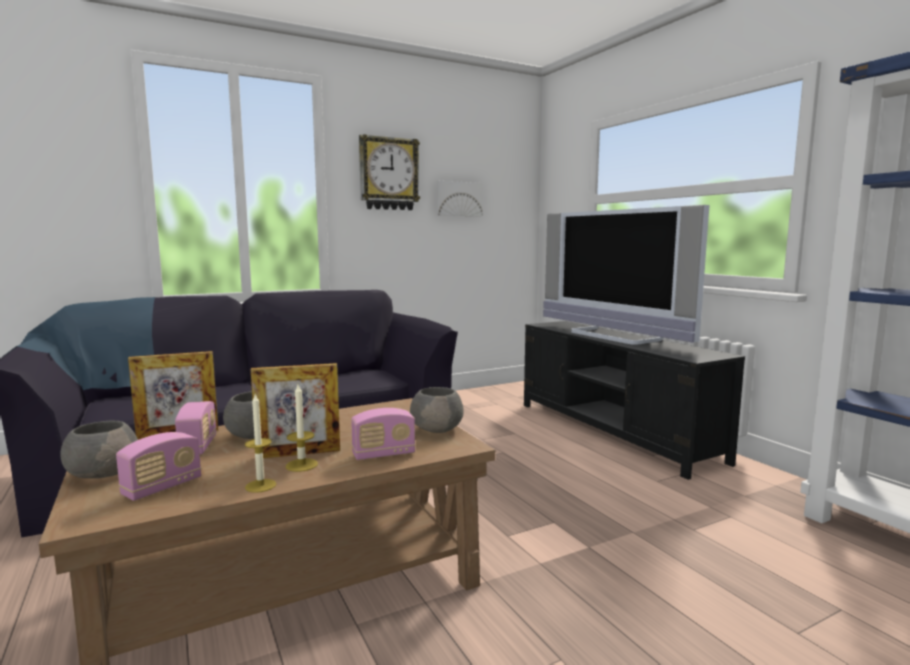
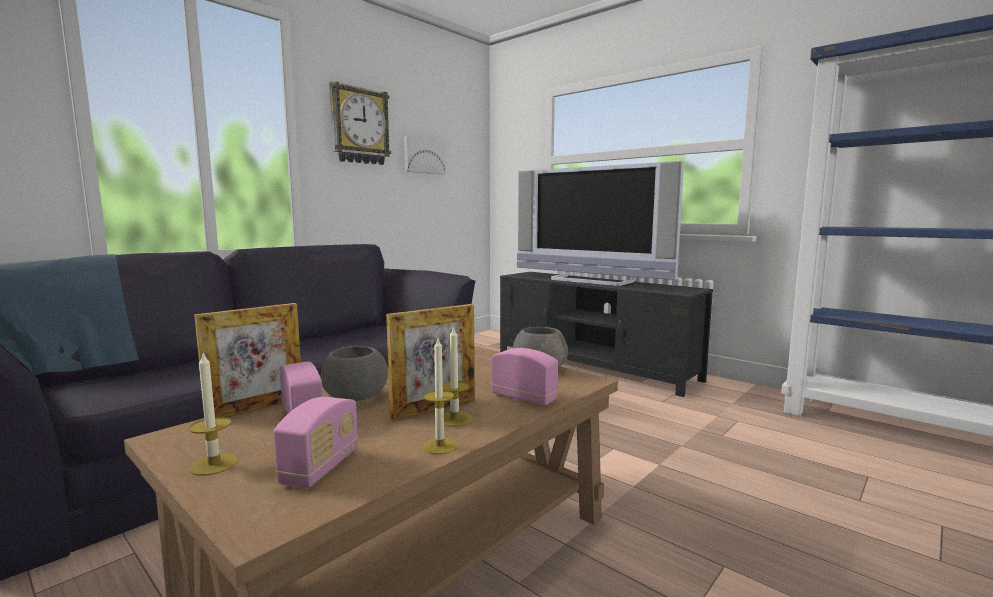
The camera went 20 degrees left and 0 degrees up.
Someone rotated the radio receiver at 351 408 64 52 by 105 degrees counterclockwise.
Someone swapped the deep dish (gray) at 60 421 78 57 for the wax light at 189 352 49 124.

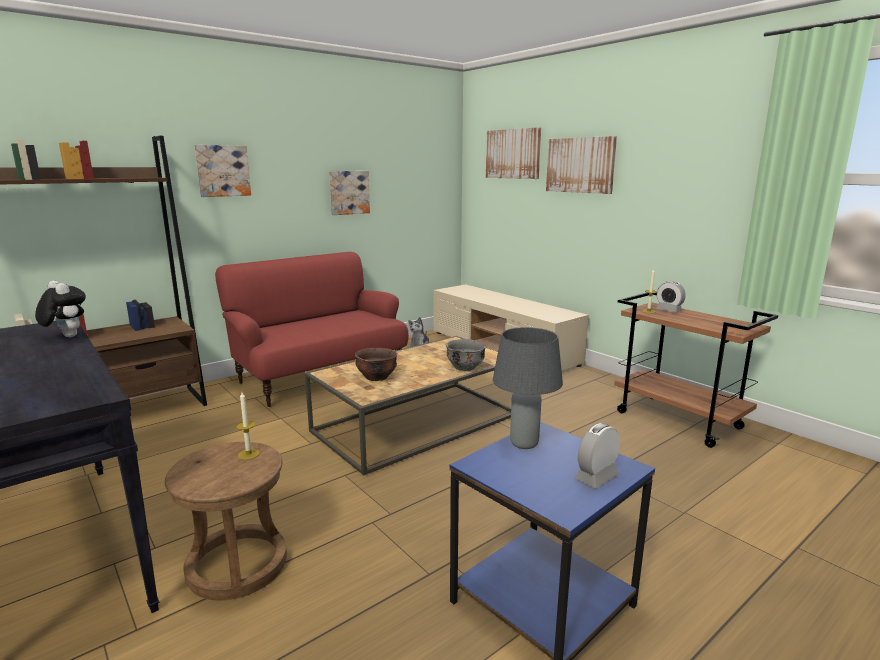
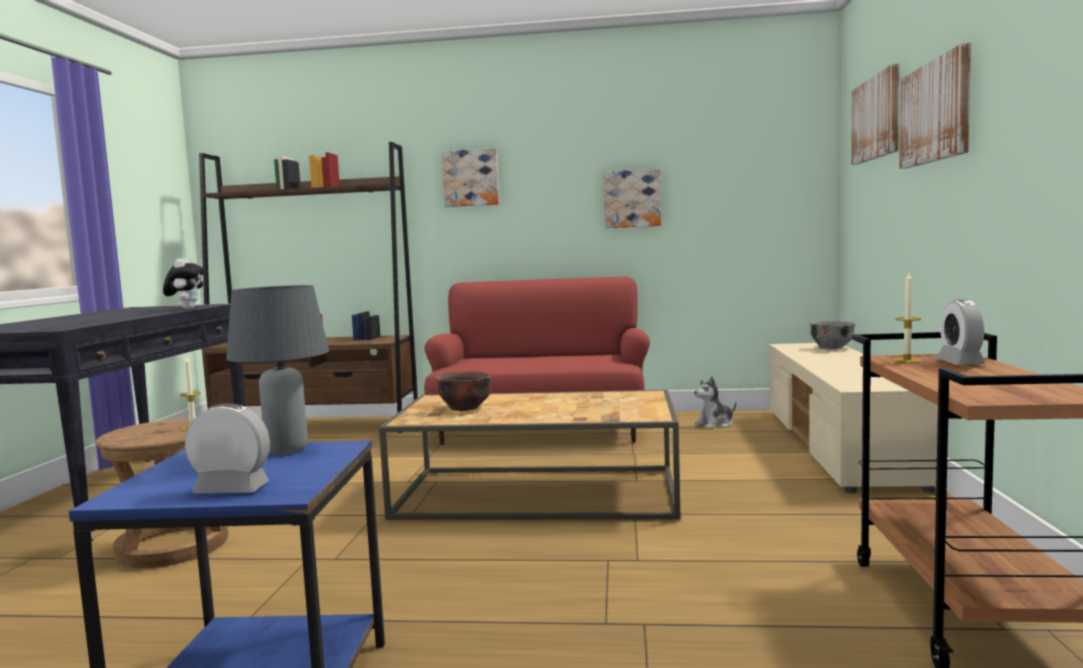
The camera went 45 degrees right and 10 degrees down.
Someone carried the deep dish (gray) from 446 339 40 32 to 810 321 45 28.

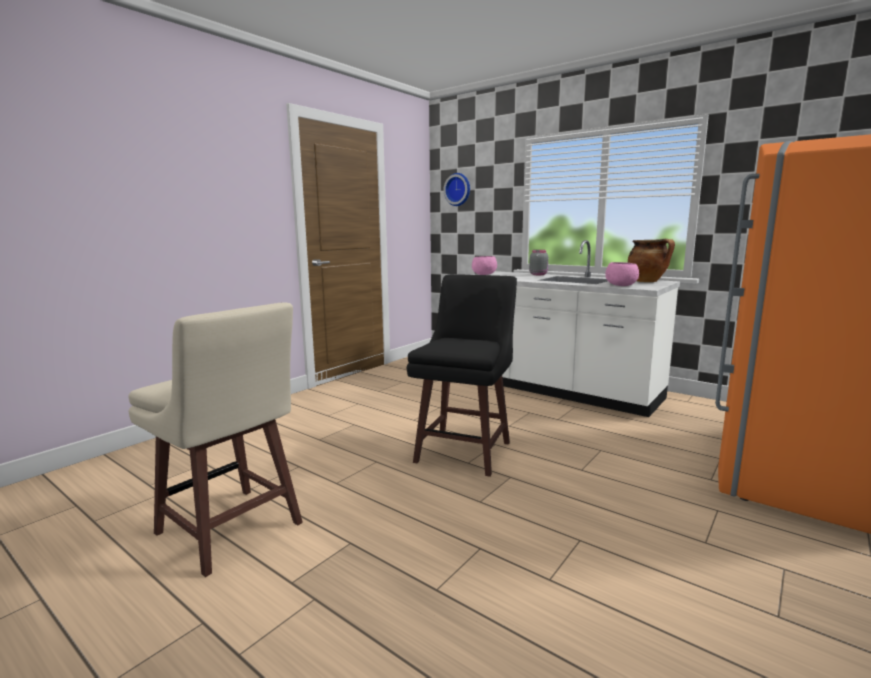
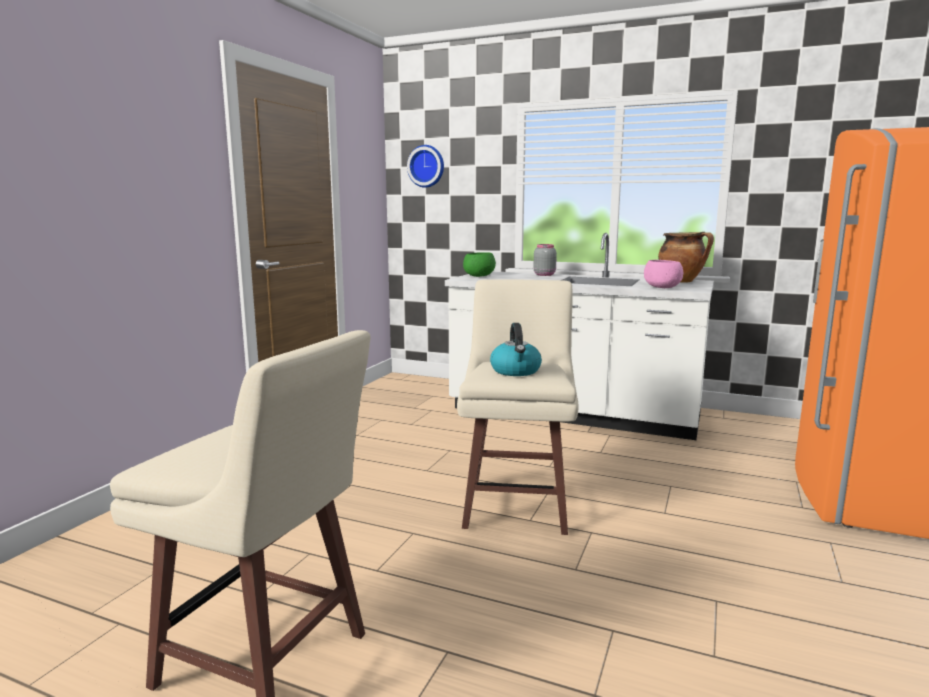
The camera went 15 degrees left and 0 degrees up.
Someone repainted the deep dish (pink) at 472 256 25 19, which became the deep dish (green) at 463 252 33 25.
Someone repainted the stool seat (black-coloured) at 407 274 110 203, which became the stool seat (beige-coloured) at 457 279 121 256.
Someone put down the kettle at 490 323 52 53.

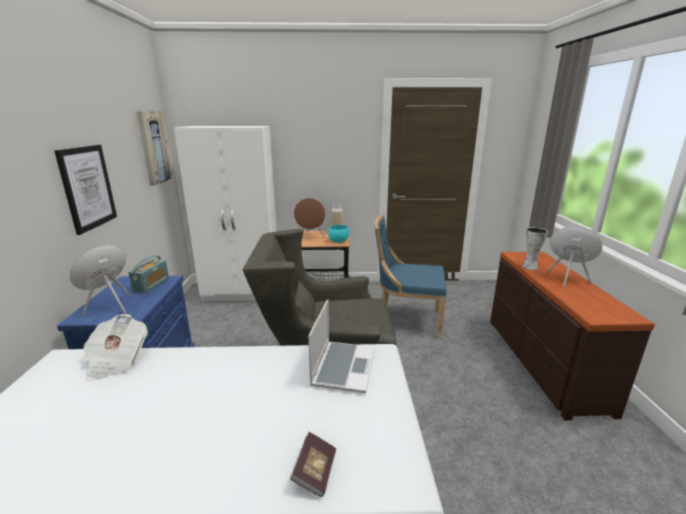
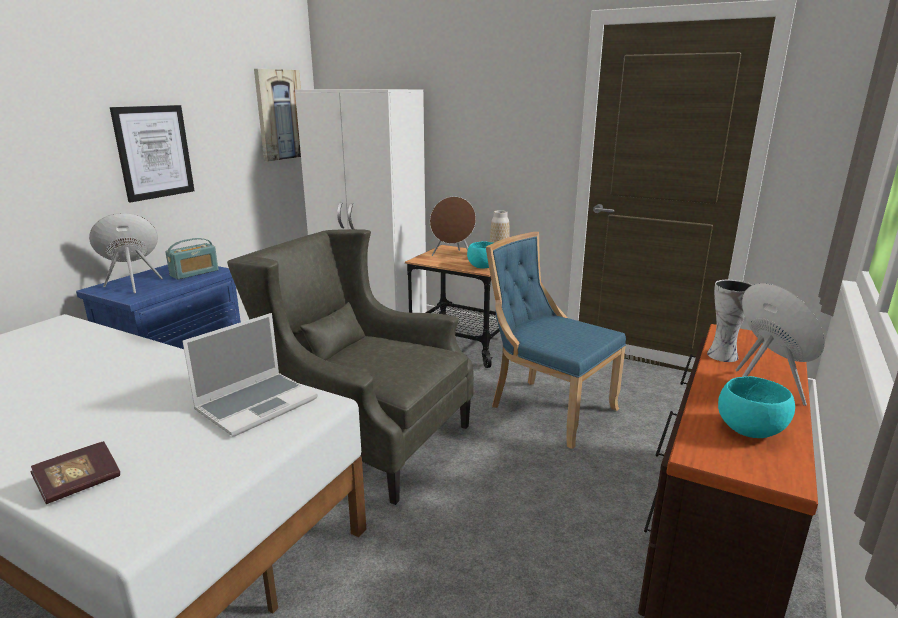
The camera went 30 degrees right and 0 degrees up.
Someone took away the newspaper at 82 314 66 67.
Someone put down the deep dish (blue-green) at 718 376 77 62.

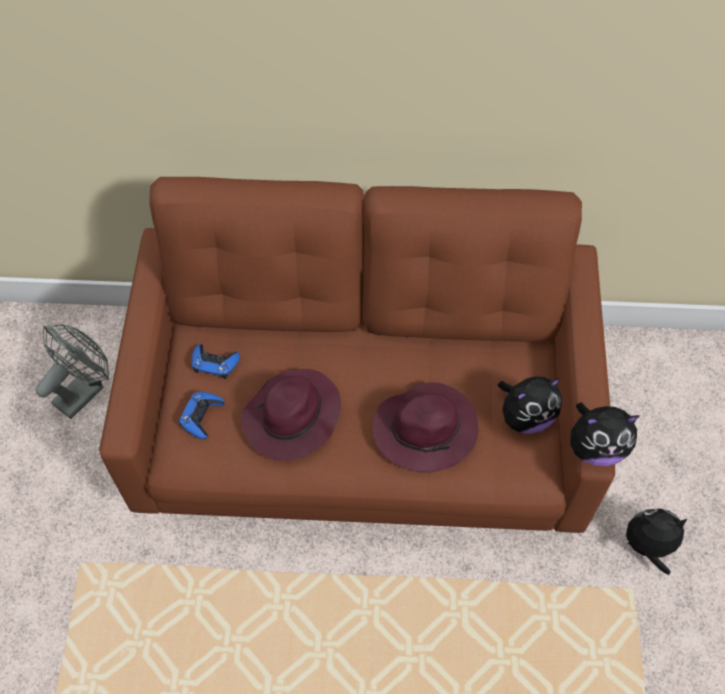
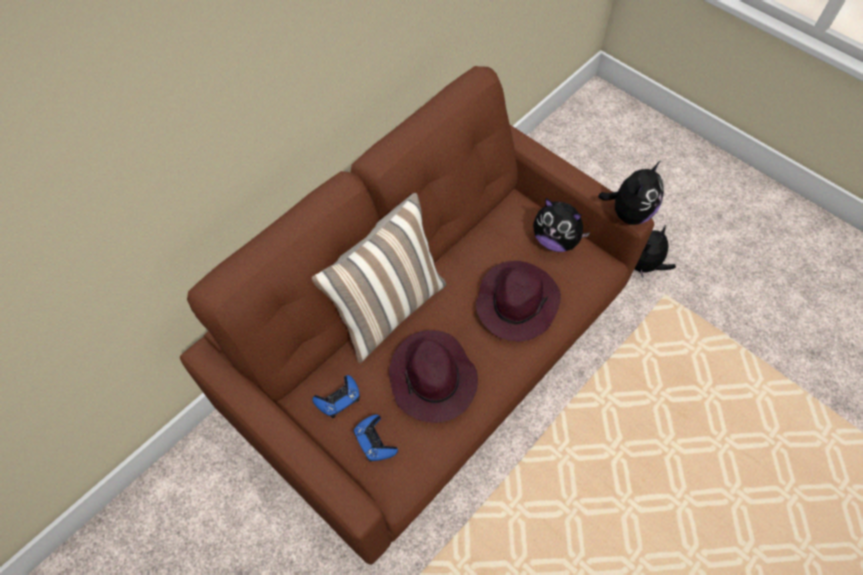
The camera went 50 degrees left and 0 degrees up.
Someone took away the fan (gray) at 35 324 74 95.
Someone rotated the cuddly toy at 497 376 65 58 by 105 degrees clockwise.
Someone put down the cushion at 312 193 135 171.

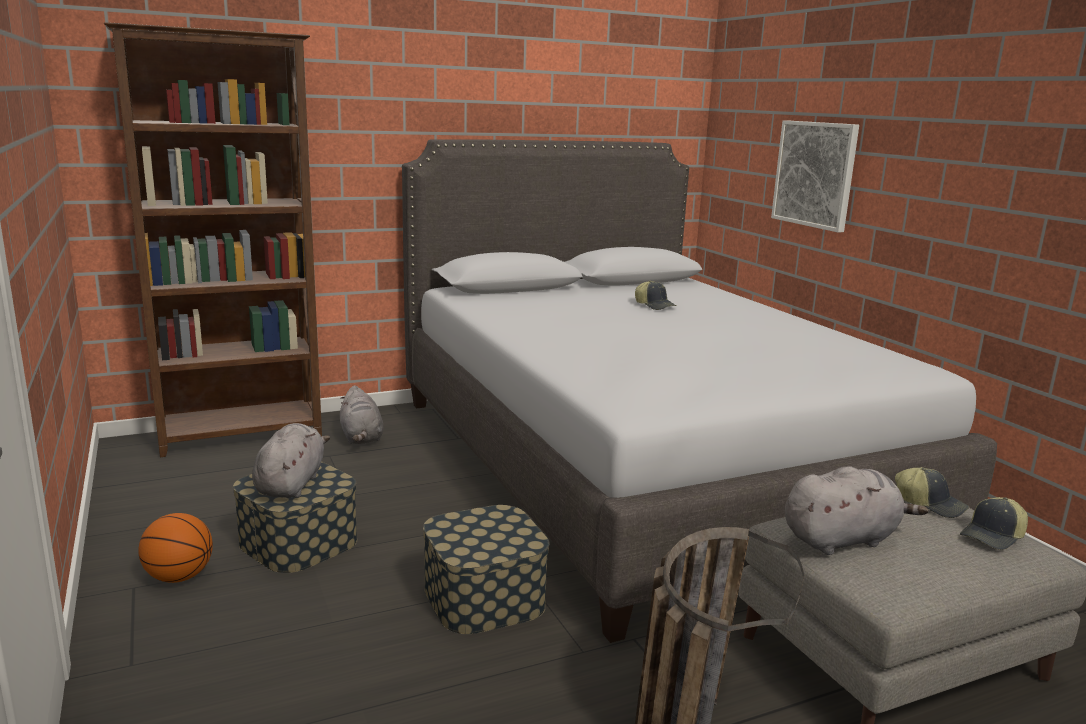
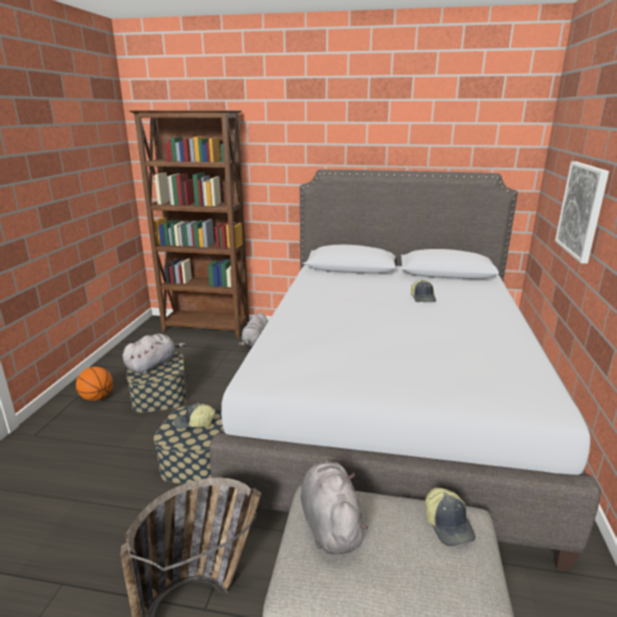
The camera went 35 degrees right and 5 degrees up.
Someone rotated the cuddly toy (gray) at 785 466 143 89 by 120 degrees counterclockwise.
Someone carried the peaked cap from 960 497 68 53 to 174 403 41 26.

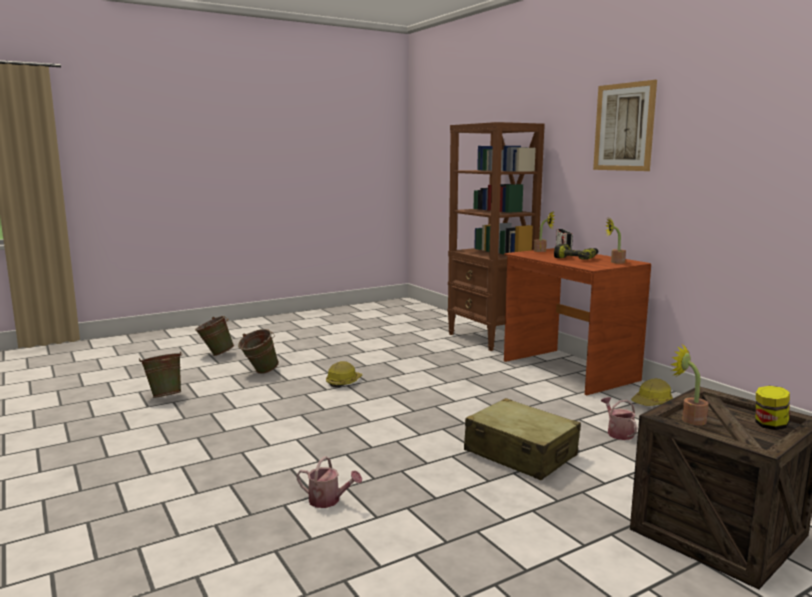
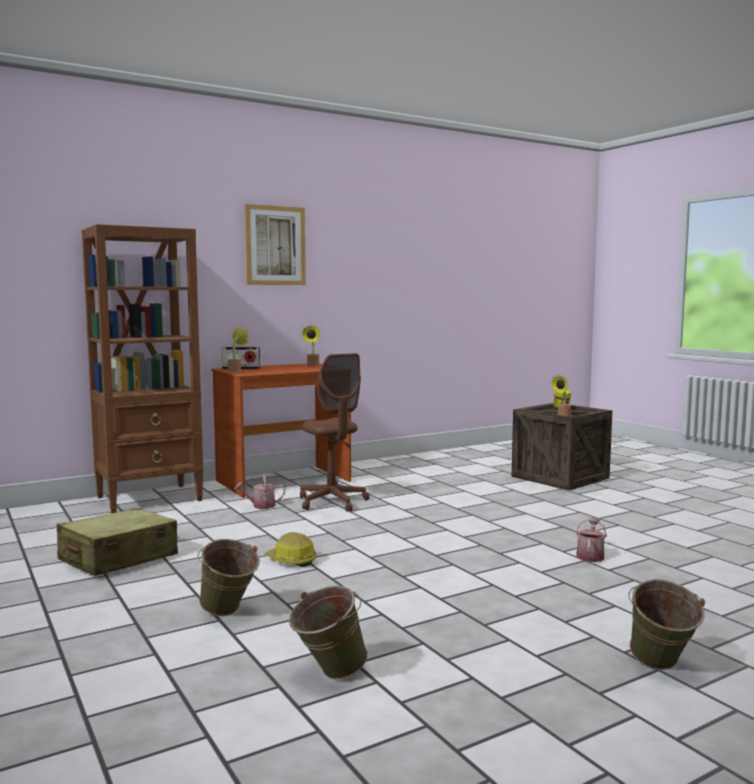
The camera went 90 degrees left and 5 degrees down.
Someone took away the power drill at 554 244 44 16.
Someone carried the bucket (green) from 195 316 39 40 to 629 579 76 91.
Someone took away the safety helmet at 631 378 42 28.
Someone carried the watering pot from 601 397 37 43 to 234 474 51 35.
Someone carried the travel case (beige-coloured) from 464 398 117 82 to 57 508 121 68.
Someone put down the office chair (brown) at 300 353 70 159.

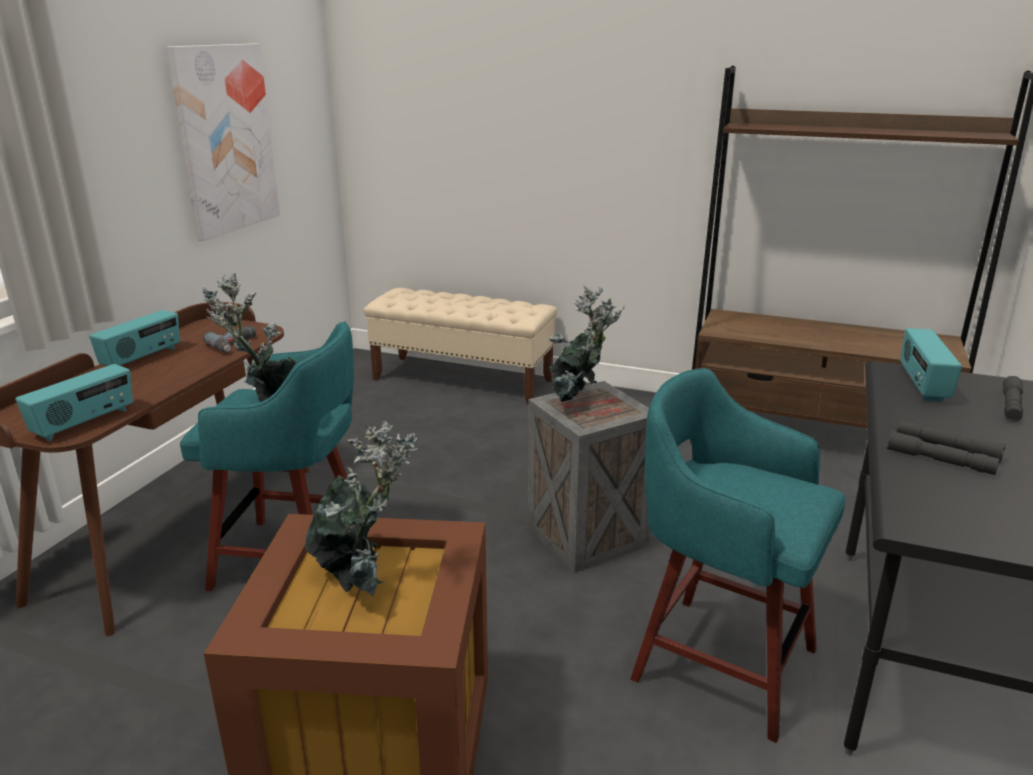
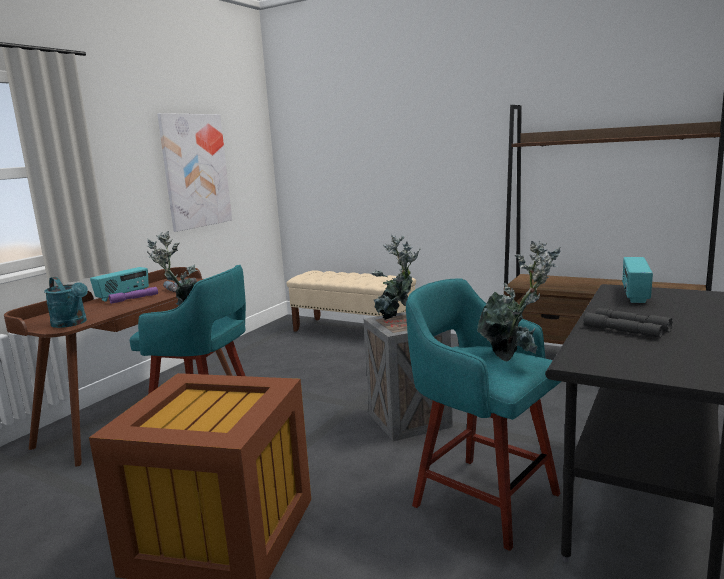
The camera went 10 degrees right and 10 degrees down.
Someone swapped the radio receiver at 15 364 118 77 for the watering pot (blue-green) at 44 277 44 51.
Someone took away the hand torch (gray) at 1003 376 20 46.
Someone carried the potted plant from 305 421 113 176 to 477 241 84 120.
Someone put down the hand torch (purple) at 108 287 50 17.

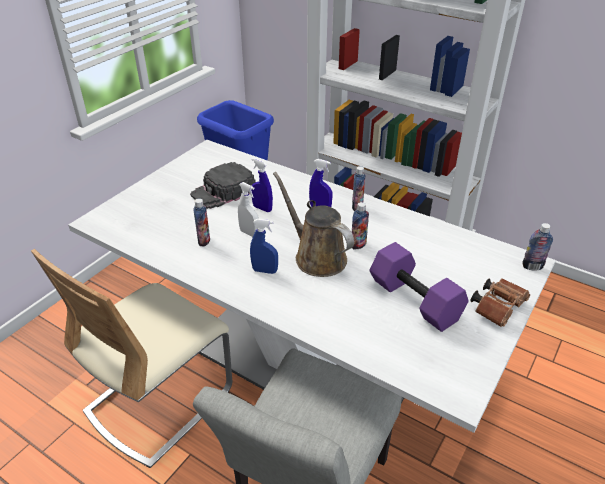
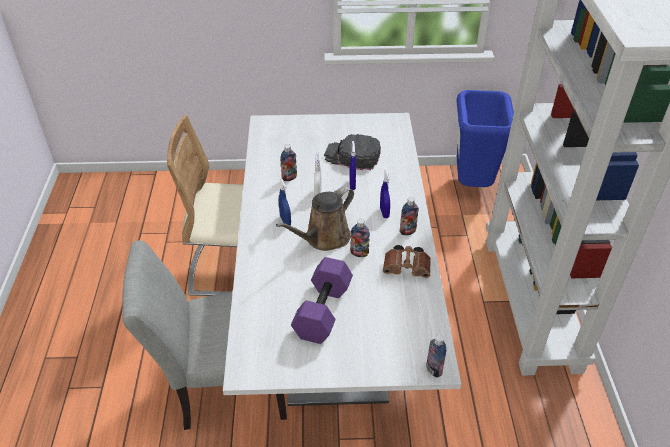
The camera went 55 degrees right and 5 degrees up.
Someone rotated the watering pot (brown) at 273 172 81 105 by 150 degrees counterclockwise.
Someone carried the field glasses (brown) from 470 278 60 49 to 383 245 48 33.

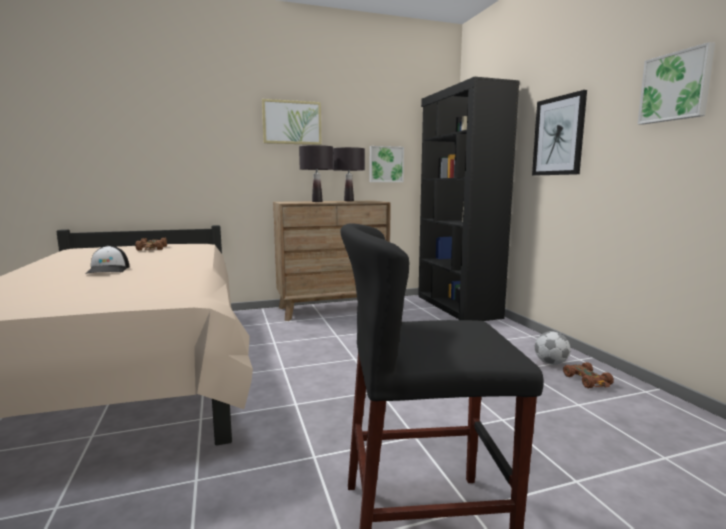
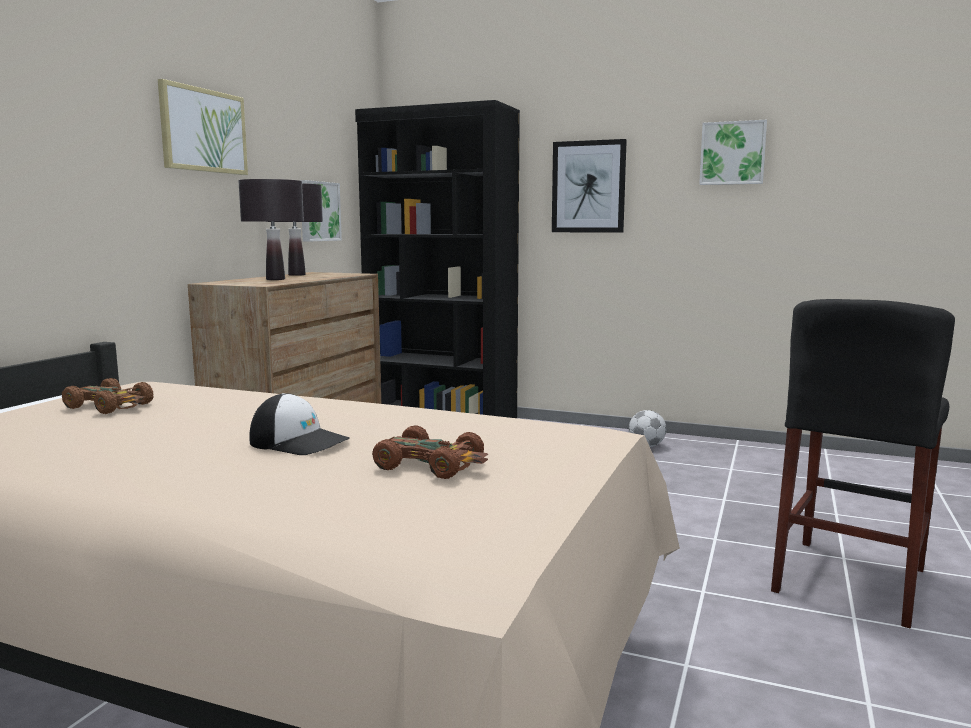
The camera went 50 degrees left and 0 degrees up.
Someone carried the toy car (brown) from 563 362 51 26 to 372 425 116 54.

